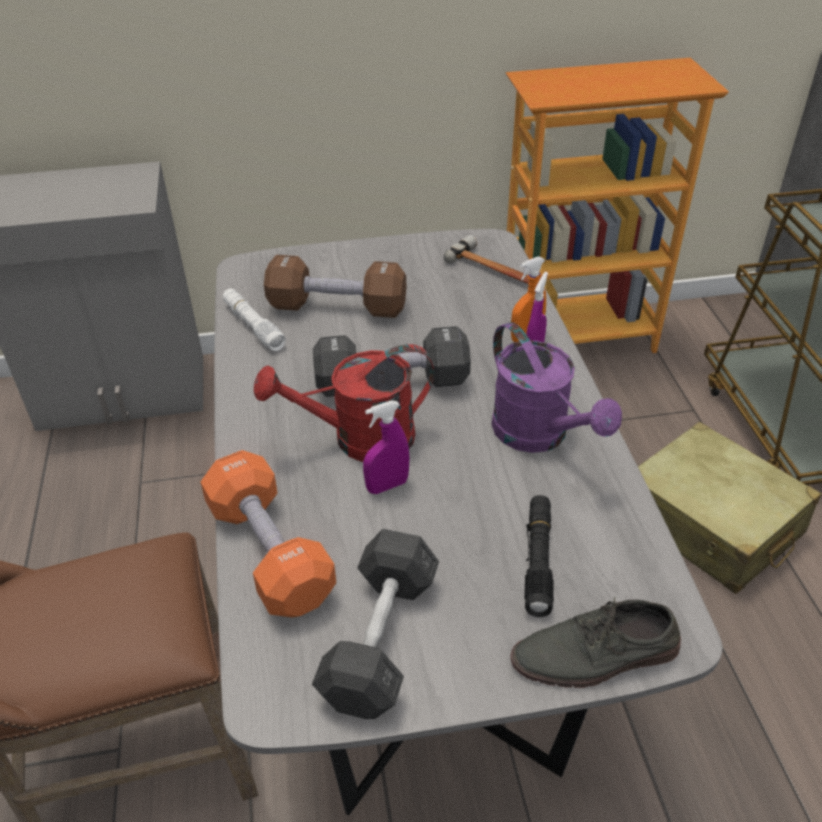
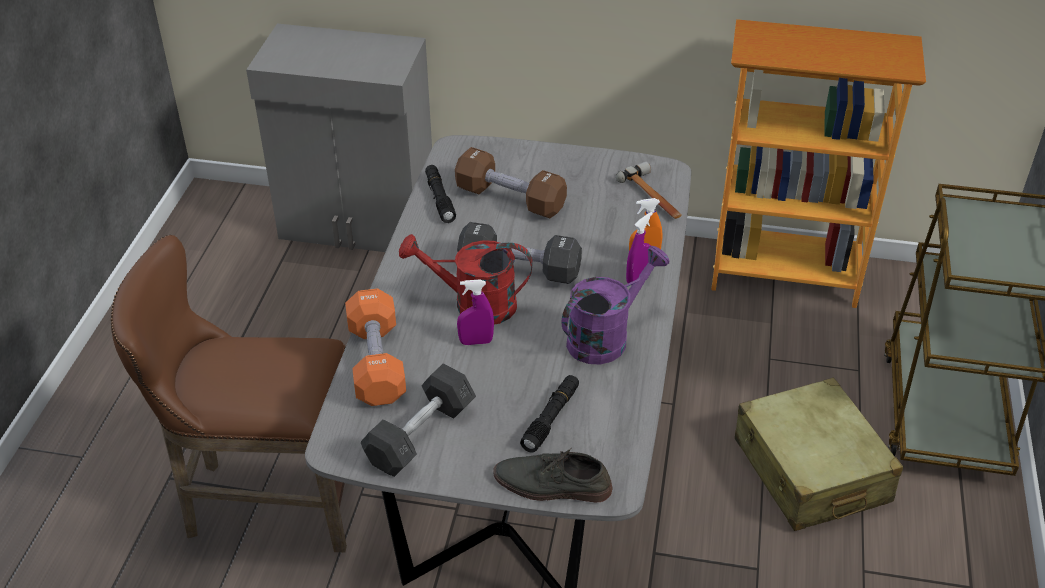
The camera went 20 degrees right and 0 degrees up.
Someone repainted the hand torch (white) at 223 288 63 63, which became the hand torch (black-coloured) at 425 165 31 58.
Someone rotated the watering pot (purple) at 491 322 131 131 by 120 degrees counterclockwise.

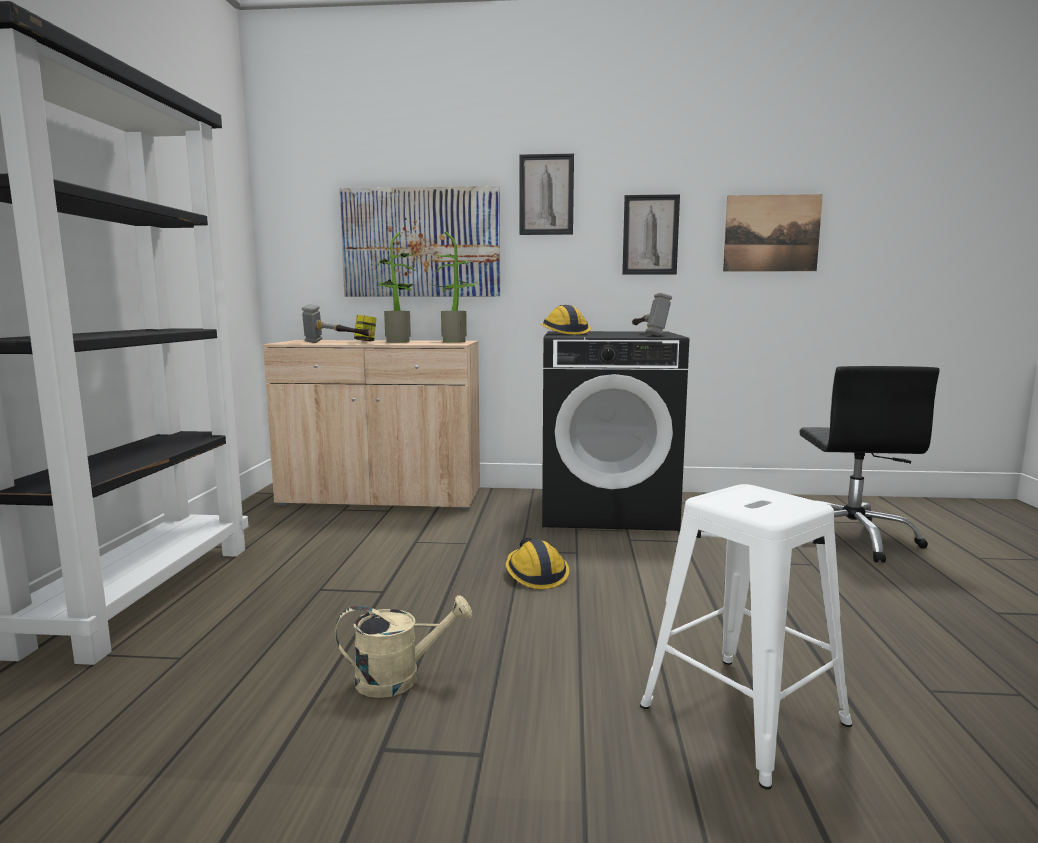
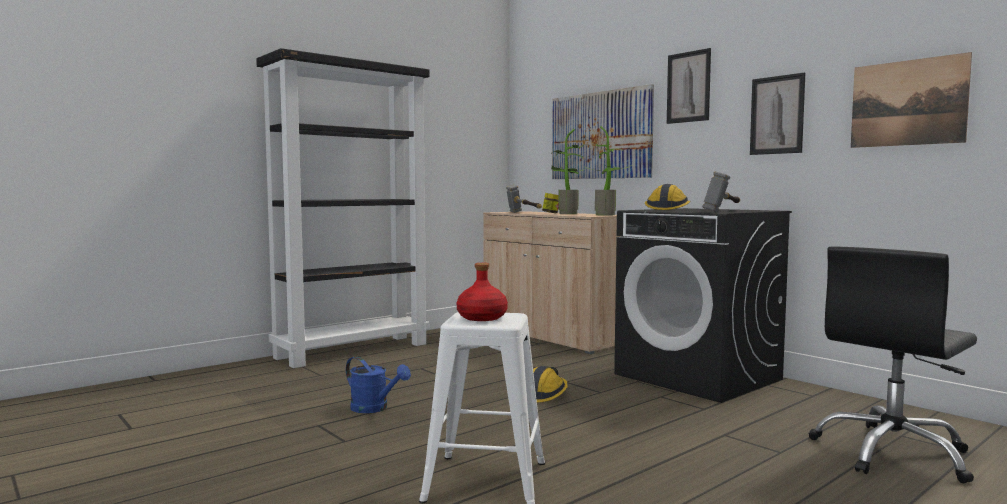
The camera went 45 degrees right and 5 degrees down.
Someone repainted the watering pot (beige-coloured) at 335 595 137 103, which became the watering pot (bluish) at 346 356 65 57.
Someone put down the drink bottle (red-coloured) at 457 263 51 58.

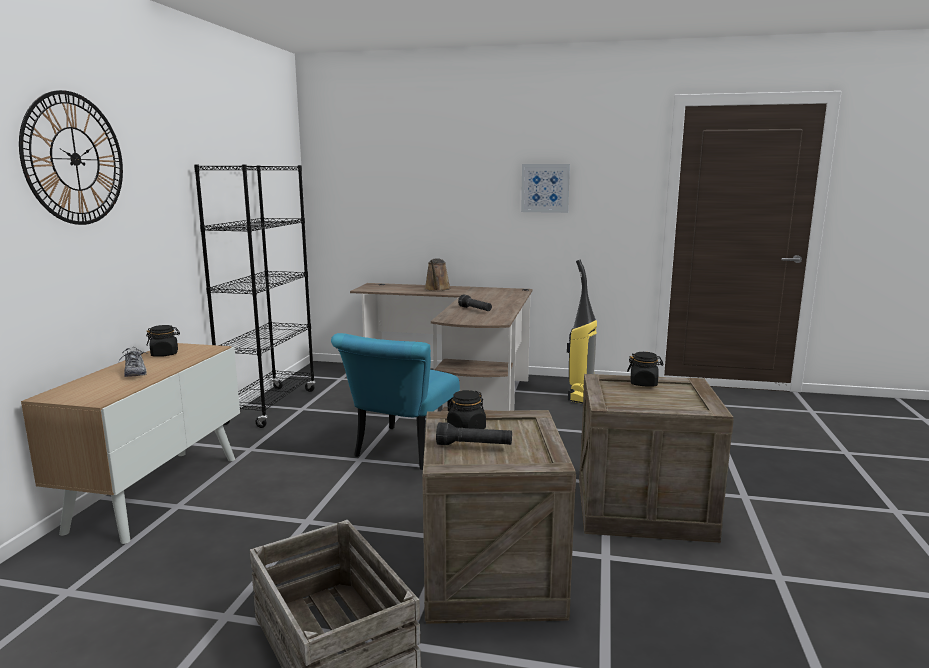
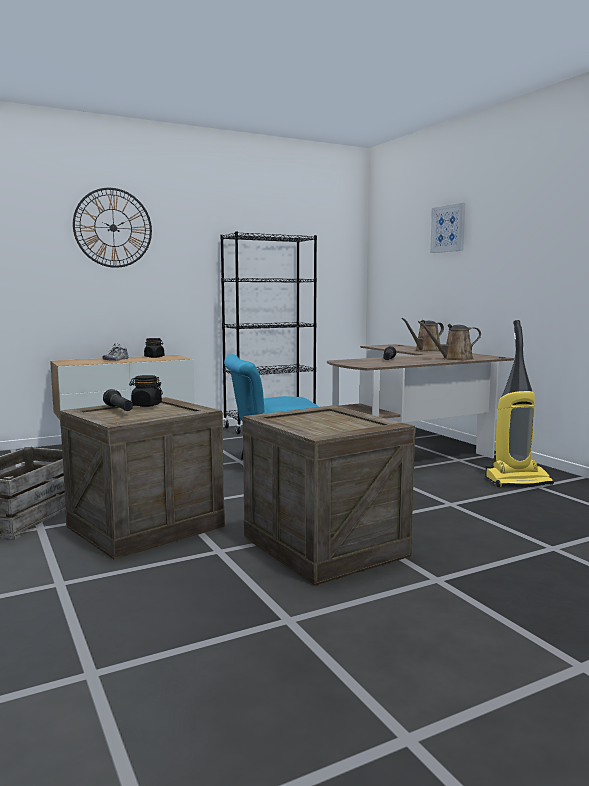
The camera went 50 degrees right and 5 degrees down.
Someone carried the wall picture from 521 164 49 49 to 430 203 35 50.
Someone took away the storage jar (black-coloured) at 627 352 37 35.
Someone put down the watering pot (brown) at 418 321 63 39.

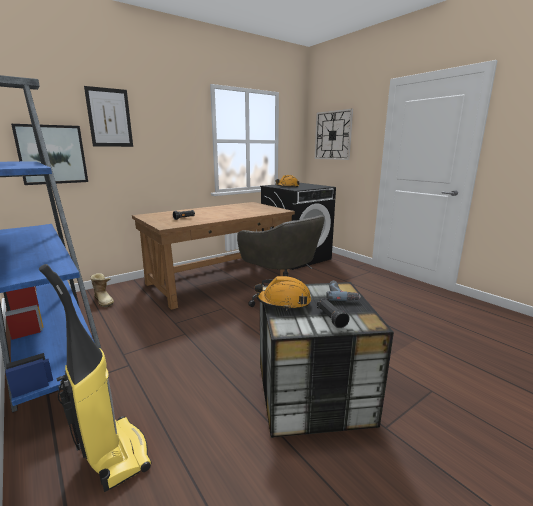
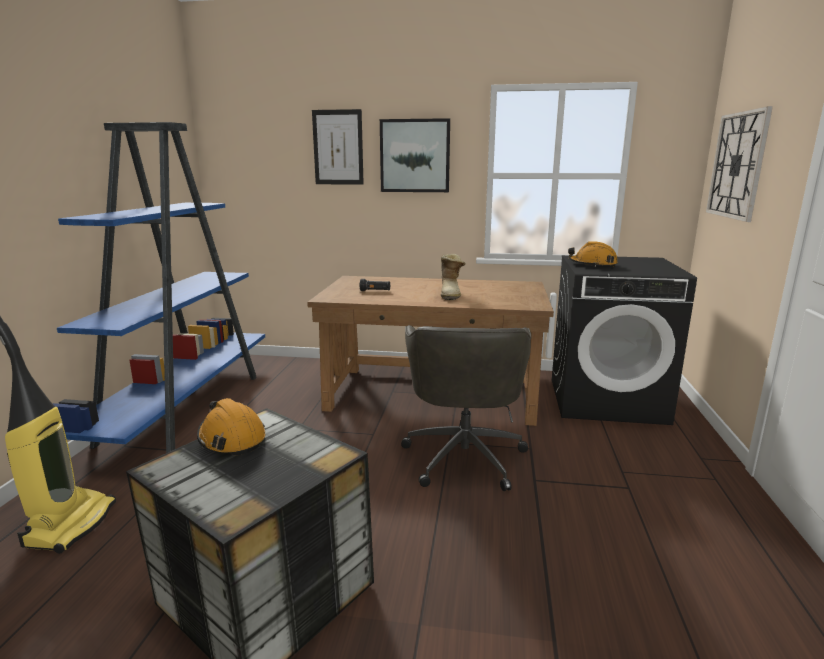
The camera went 45 degrees right and 0 degrees up.
Someone carried the wall picture from 11 124 77 61 to 380 118 70 74.
Someone carried the high-top boot from 90 273 24 34 to 441 254 25 46.
Someone took away the power drill at 326 281 35 20.
Someone took away the hand torch (black-coloured) at 317 298 33 30.

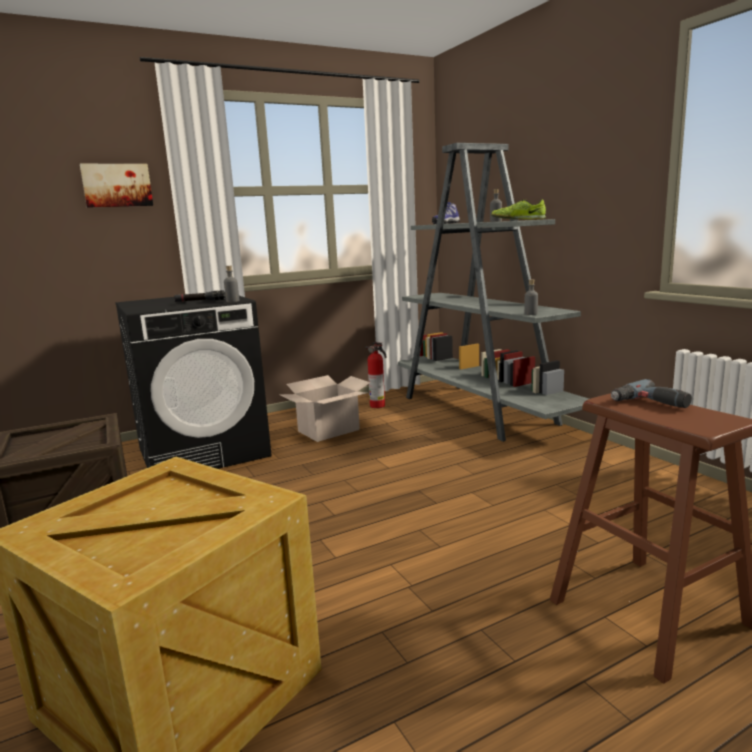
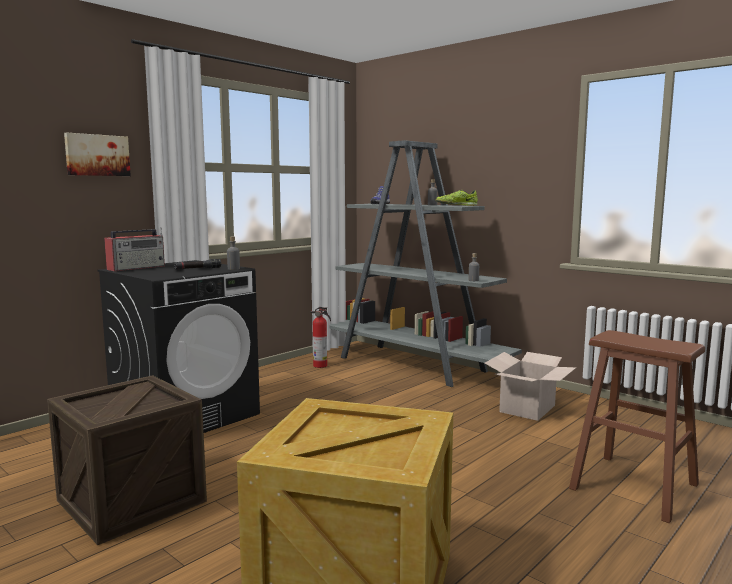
The camera went 20 degrees left and 5 degrees down.
Someone carried the carton from 280 375 91 67 to 485 352 91 69.
Someone took away the power drill at 611 379 81 29.
Someone put down the radio receiver at 104 227 61 44.

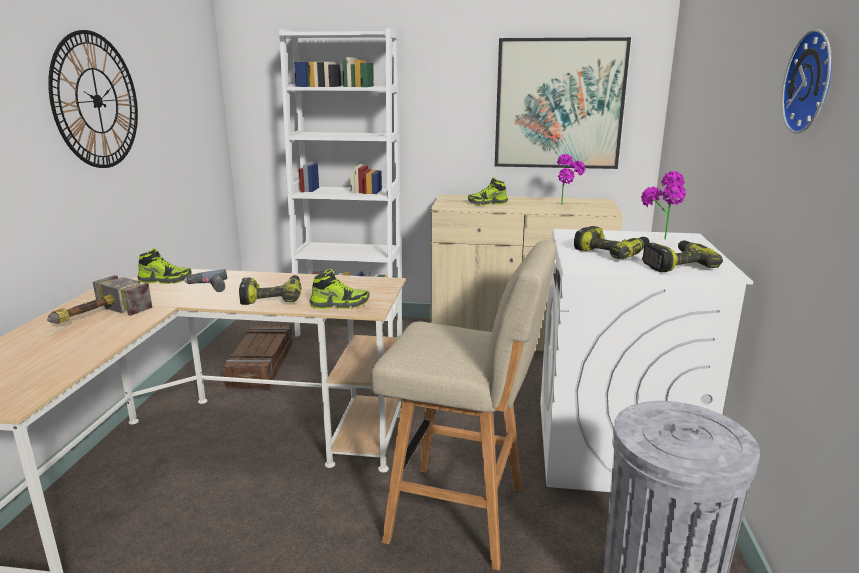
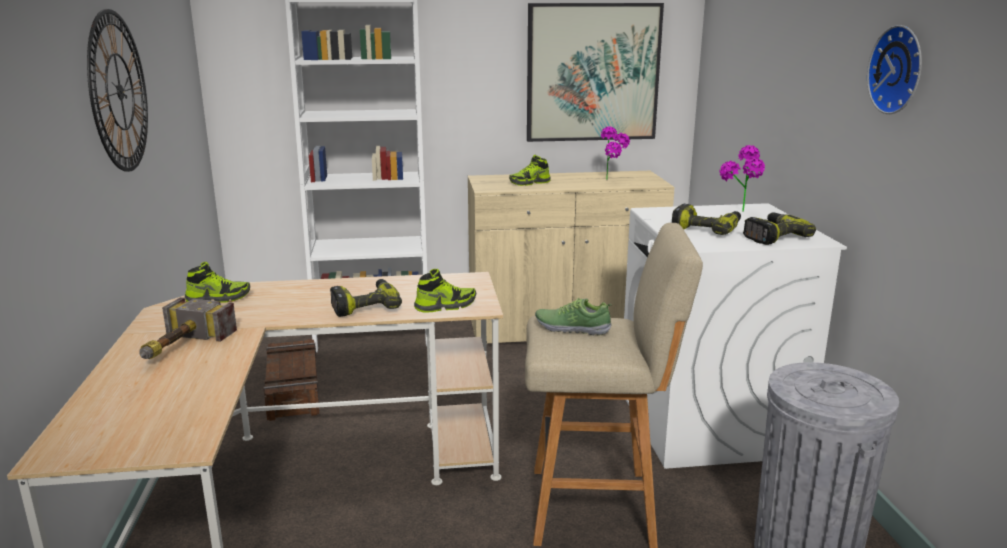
The camera went 15 degrees left and 0 degrees up.
Someone took away the power drill at 184 269 43 23.
Someone put down the low shoe at 535 298 77 38.

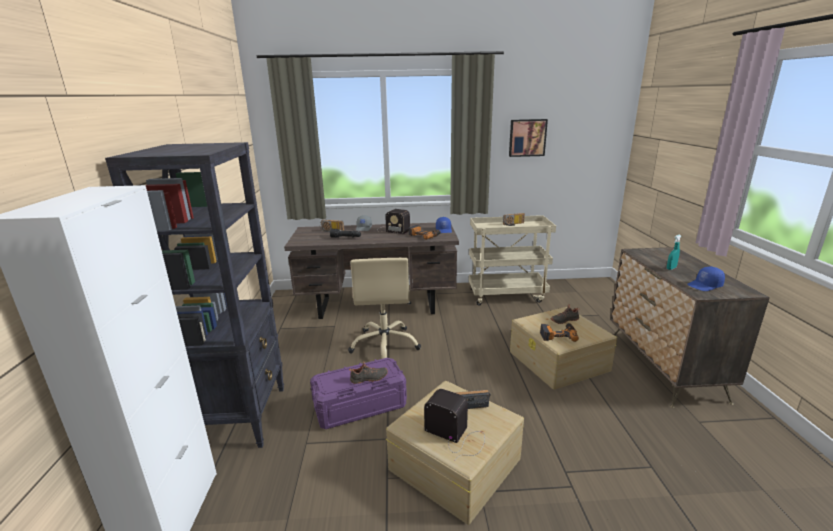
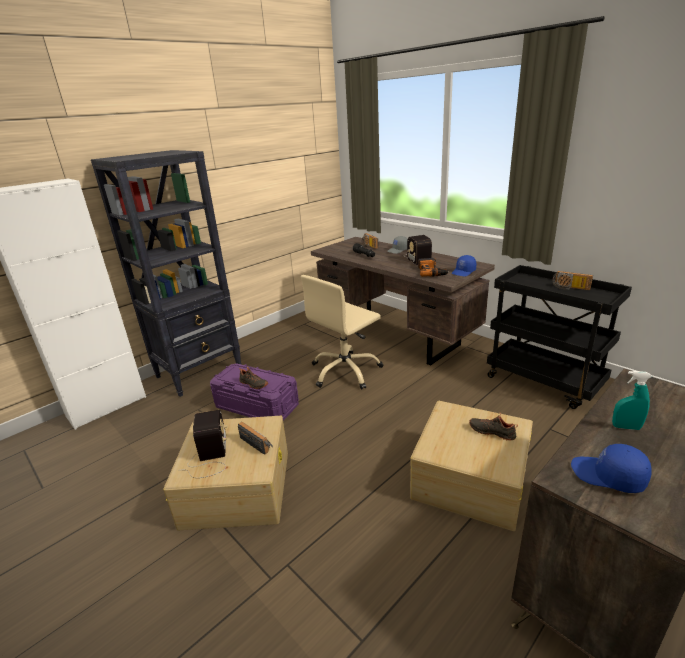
The camera went 50 degrees right and 5 degrees up.
Someone took away the wall picture at 509 119 39 38.
Someone repainted the cart (beige-coloured) at 469 215 87 91, which became the cart (black-coloured) at 487 265 145 144.
Someone took away the power drill at 540 323 39 19.

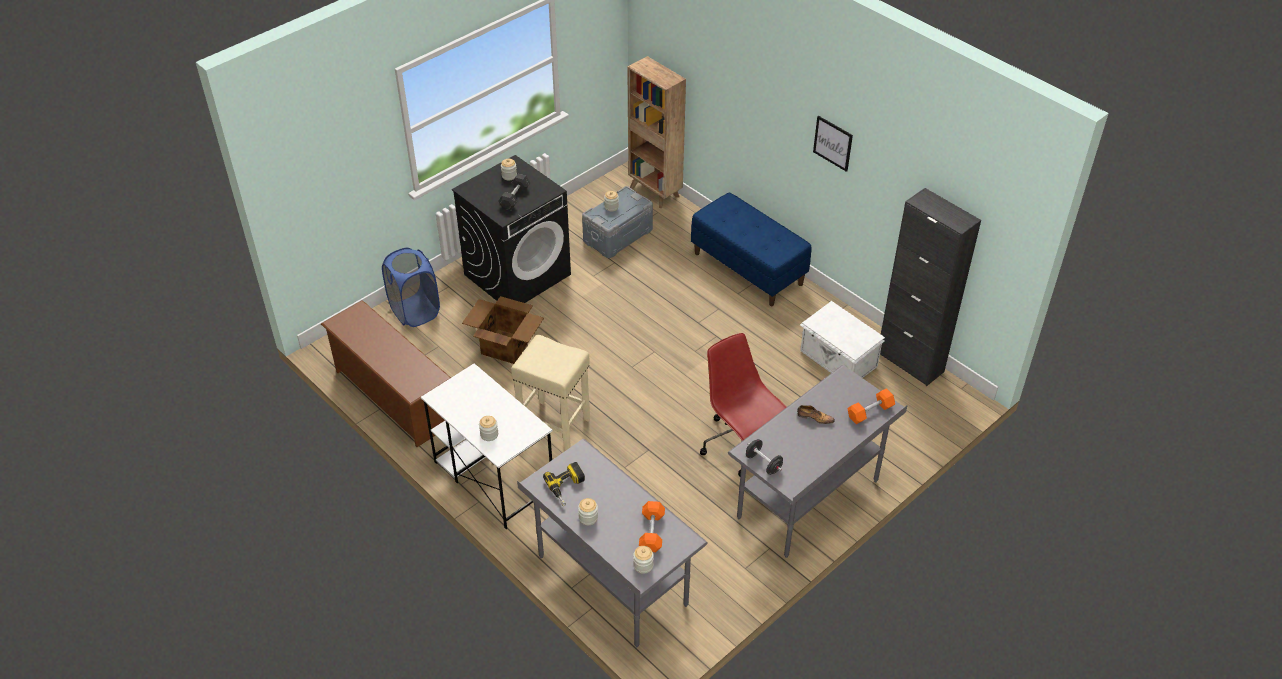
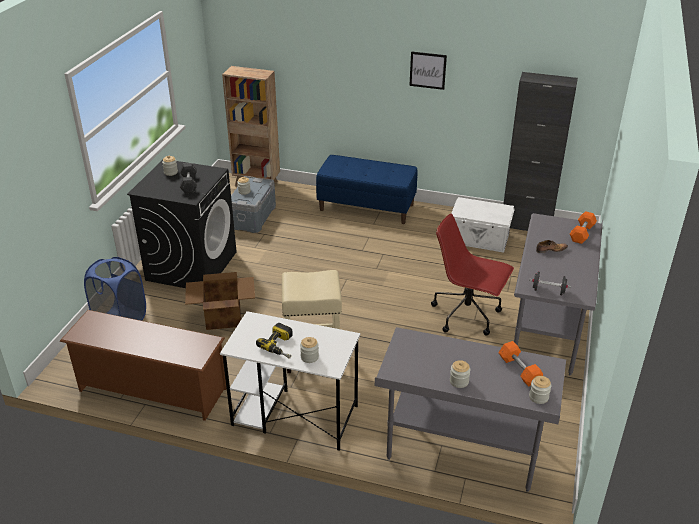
The camera went 30 degrees left and 10 degrees down.
Someone carried the power drill from 543 462 42 44 to 256 323 37 36.

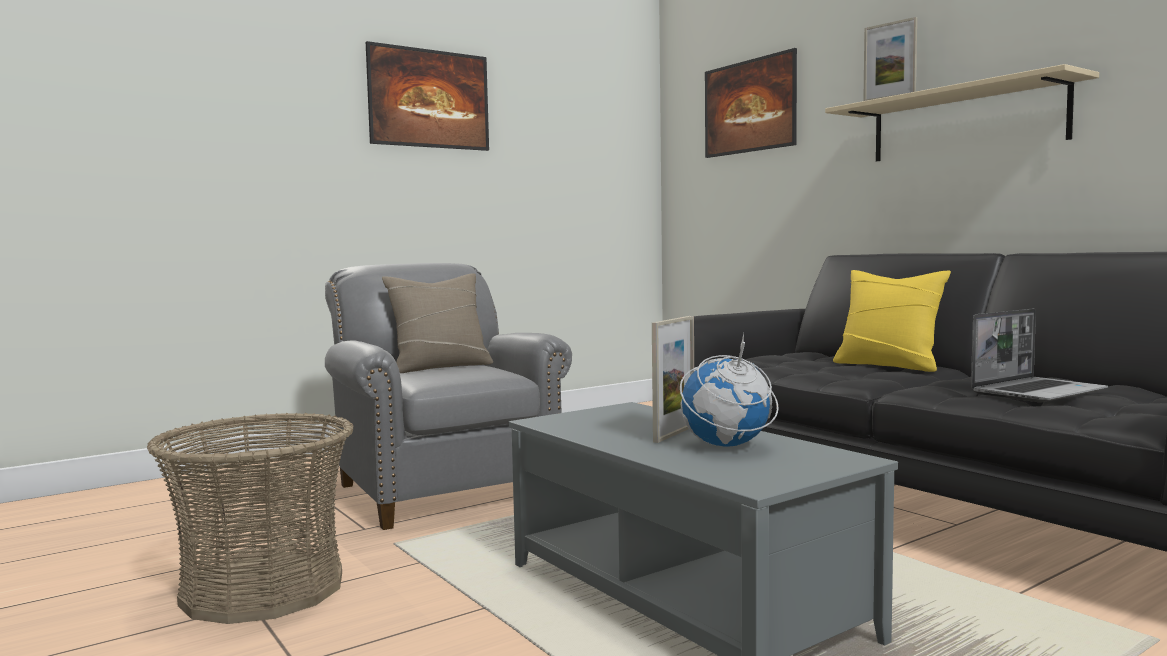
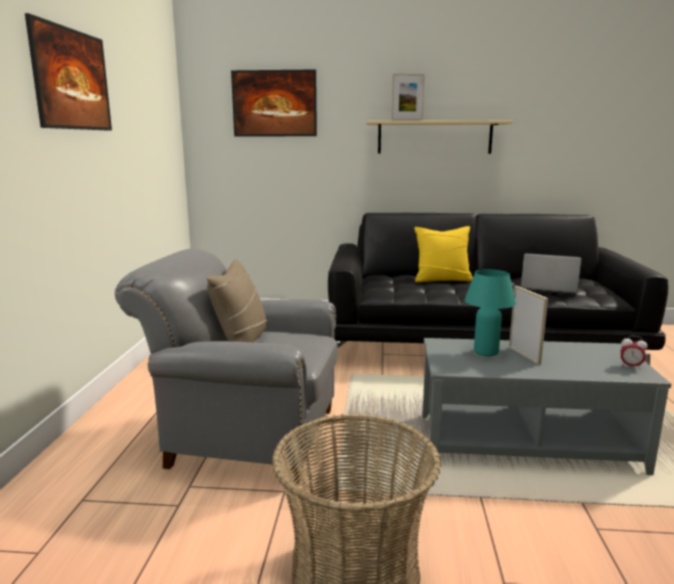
The camera went 50 degrees left and 10 degrees up.
Someone rotated the laptop at 971 309 137 93 by 75 degrees counterclockwise.
Someone took away the desk globe at 680 333 99 114.
Someone put down the lamp for a table (blue-green) at 464 269 52 87.
Someone put down the table clock at 621 335 26 35.

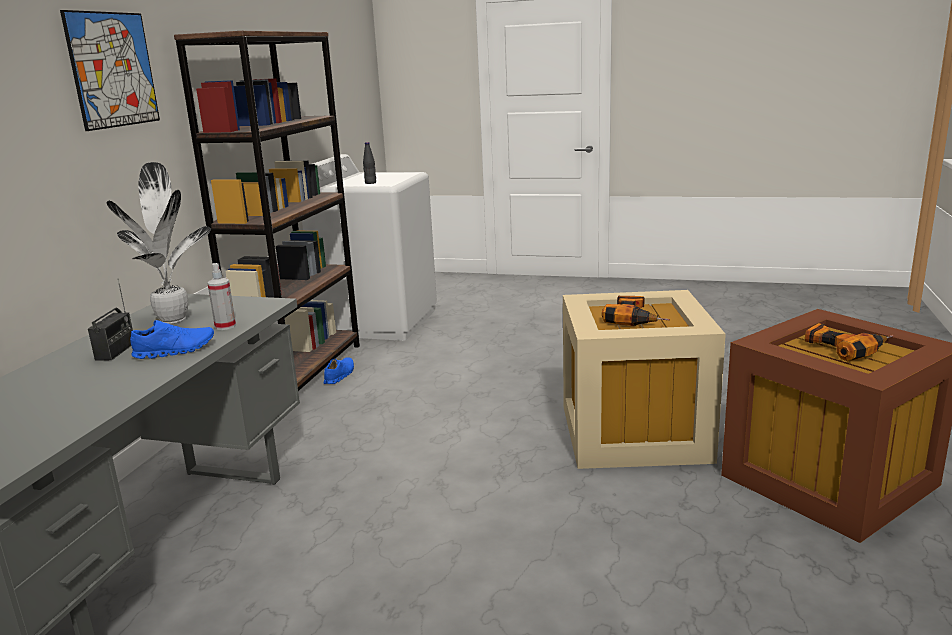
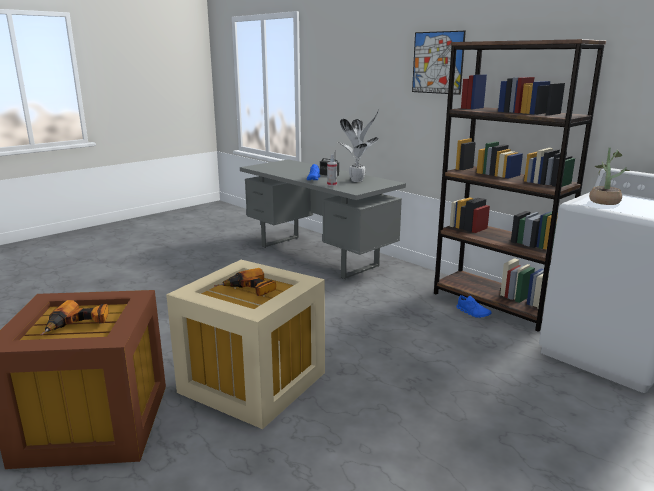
The camera went 120 degrees right and 0 degrees up.
Someone swapped the drink bottle (black-coloured) at 363 142 13 42 for the potted plant at 589 148 40 57.

